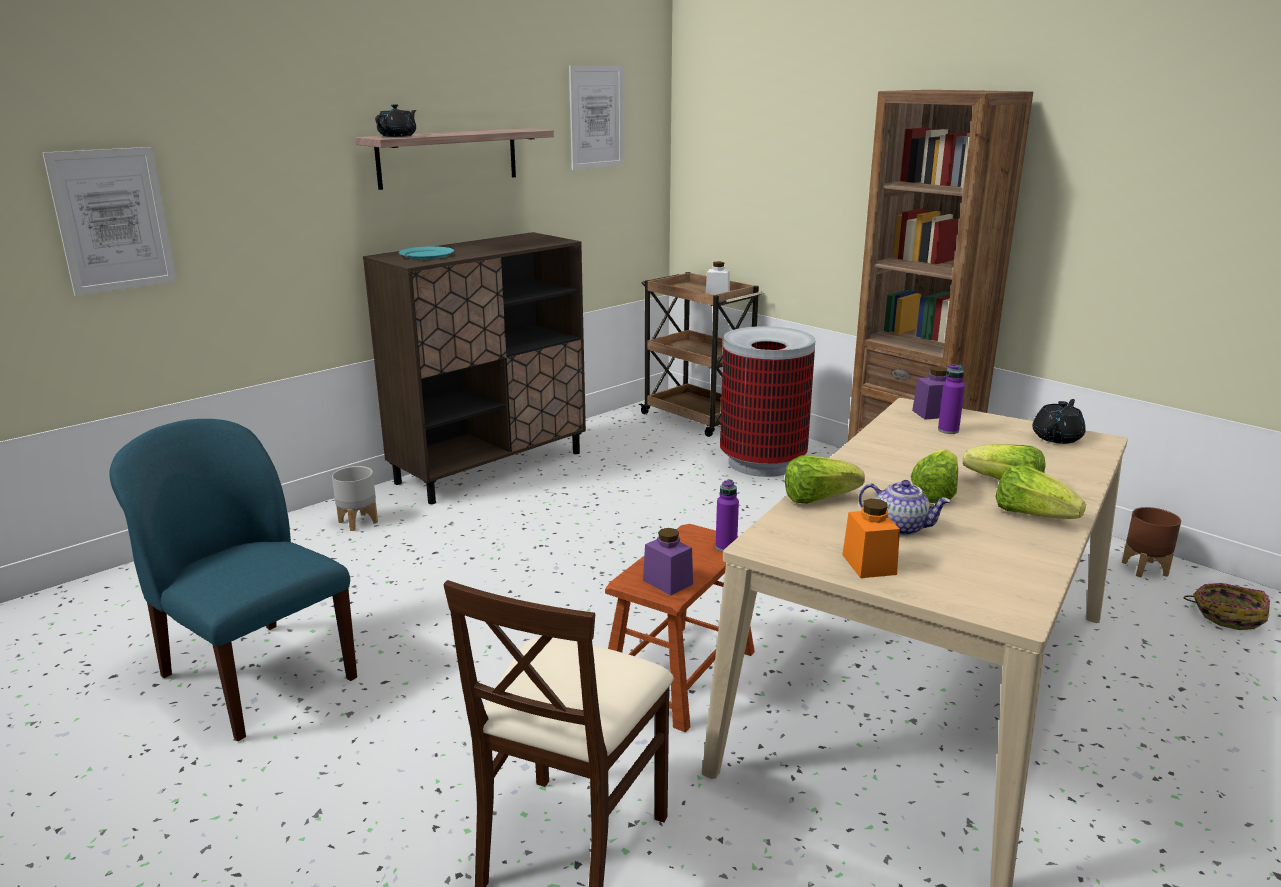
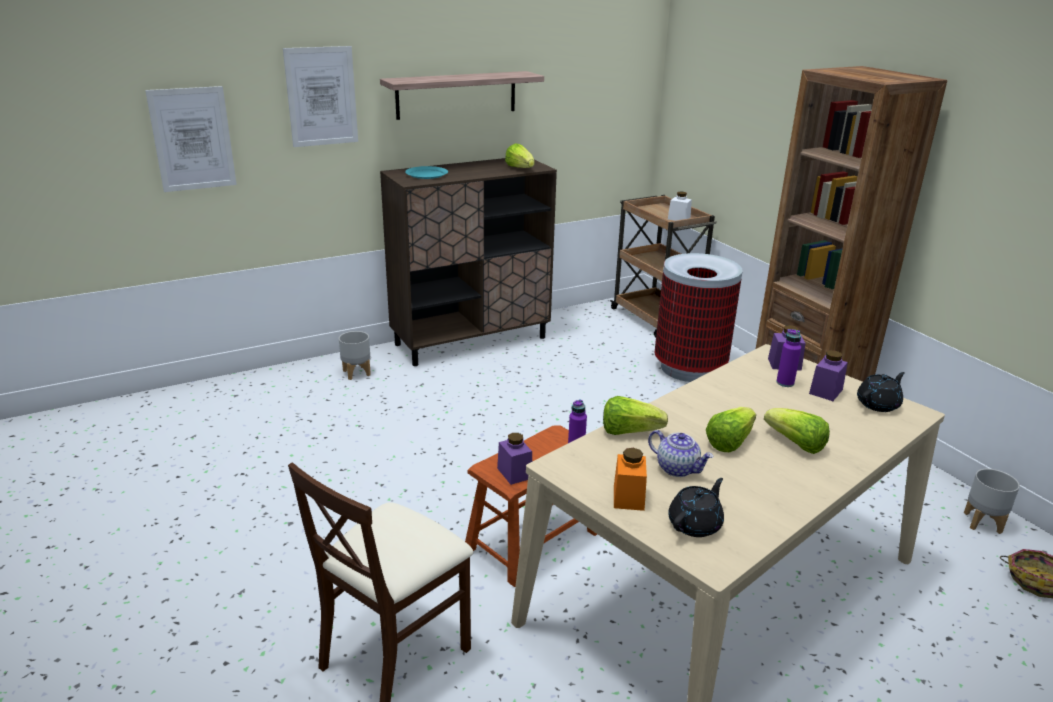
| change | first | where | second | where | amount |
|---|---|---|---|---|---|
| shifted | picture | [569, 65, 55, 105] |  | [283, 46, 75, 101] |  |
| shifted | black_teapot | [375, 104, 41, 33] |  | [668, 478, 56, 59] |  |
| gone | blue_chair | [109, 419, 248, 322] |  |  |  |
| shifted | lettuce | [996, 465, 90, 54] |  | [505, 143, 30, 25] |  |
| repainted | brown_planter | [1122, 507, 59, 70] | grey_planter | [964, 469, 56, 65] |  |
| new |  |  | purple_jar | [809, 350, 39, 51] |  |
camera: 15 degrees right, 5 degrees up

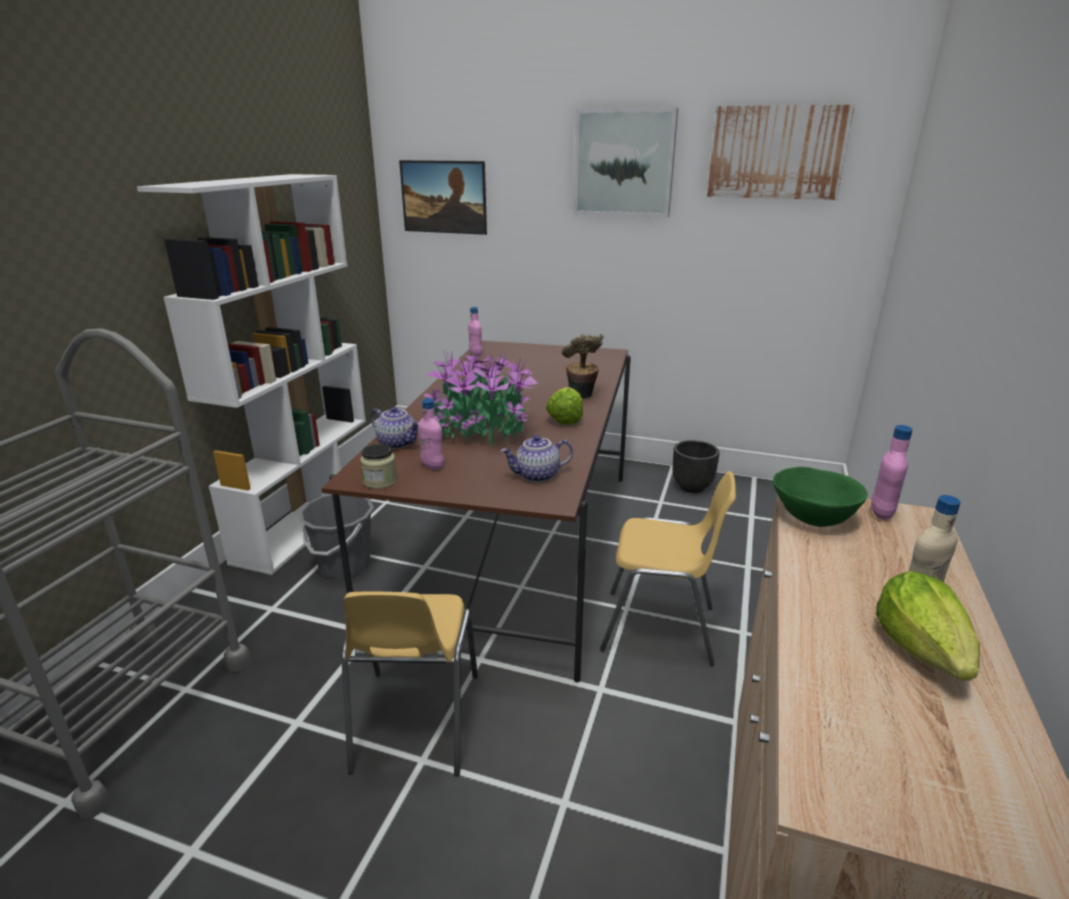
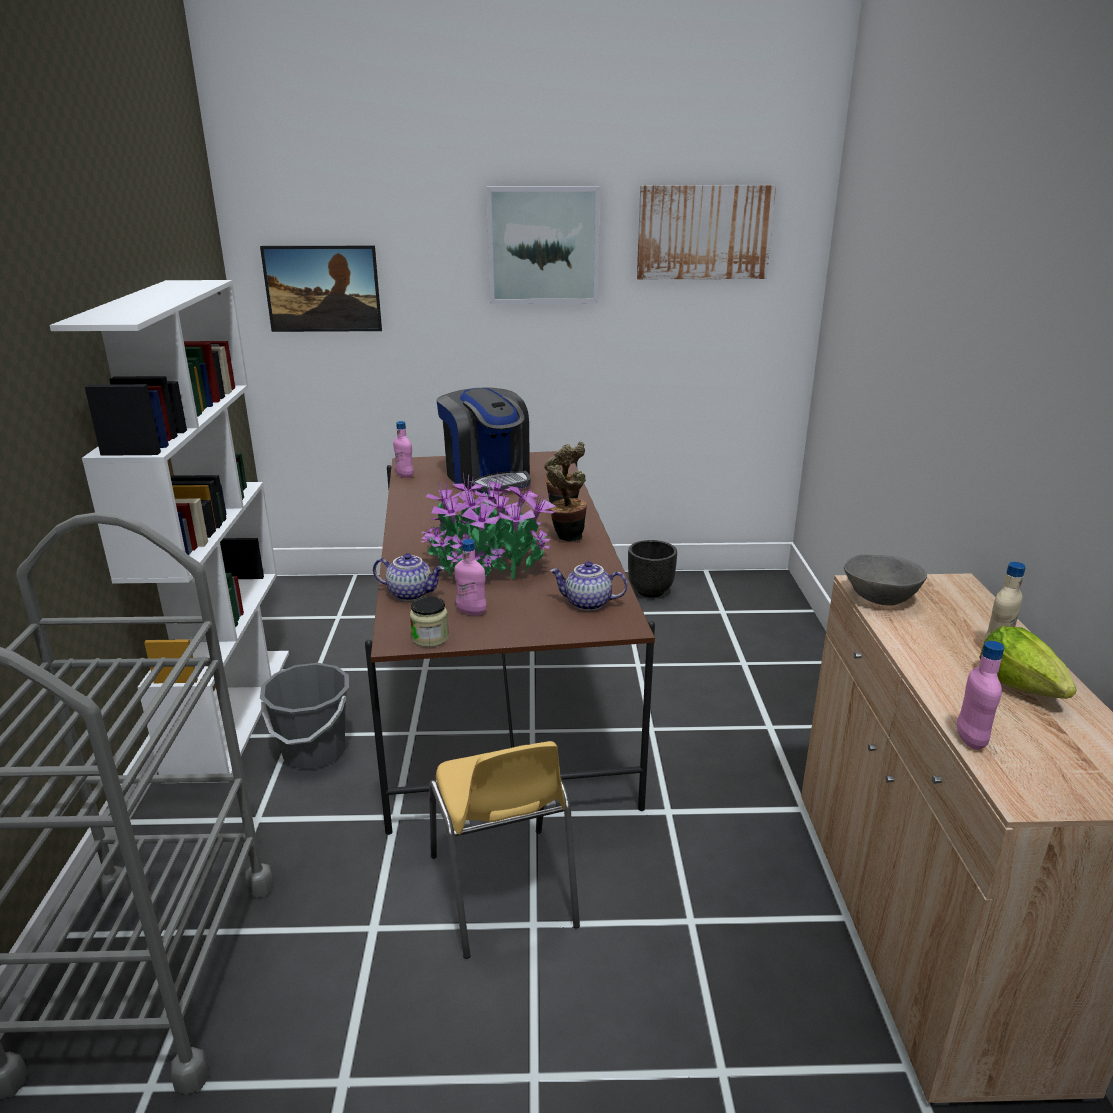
| change | first | where | second | where | amount |
|---|---|---|---|---|---|
| swapped | lettuce | [546, 387, 37, 38] | potted_plant | [547, 465, 40, 76] |  |
| shifted | pink_bottle | [871, 425, 42, 95] |  | [957, 641, 47, 109] |  |
| rotated | teapot | [501, 435, 72, 47] |  | [550, 561, 78, 50] | 45 degrees clockwise |
| repainted | green_bowl | [773, 467, 95, 60] | grey_bowl | [844, 554, 83, 51] |  |
| gone | yellow_chair | [600, 471, 136, 195] |  |  |  |
| new |  |  | coffee_machine | [436, 387, 95, 107] |  |
camera: 20 degrees left, 0 degrees up

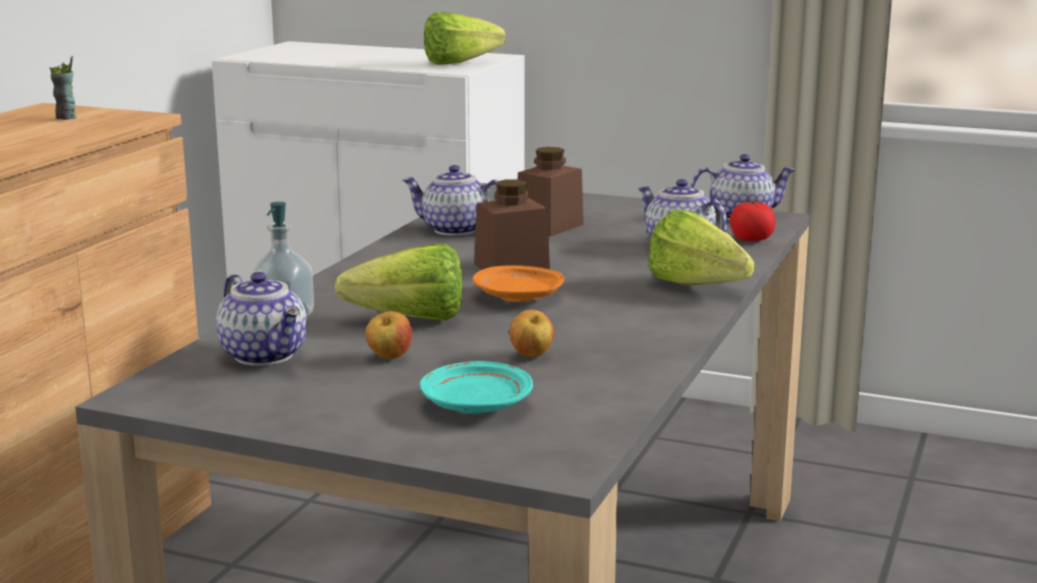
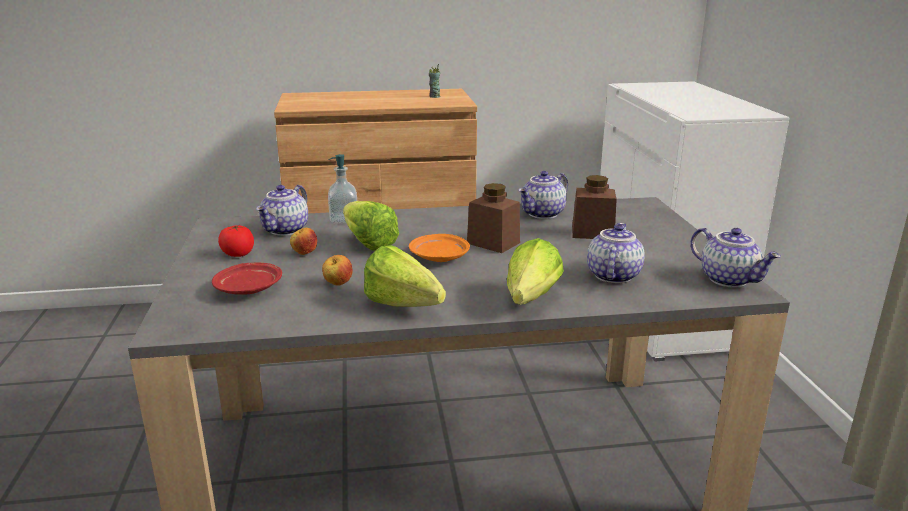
| change | first | where | second | where | amount |
|---|---|---|---|---|---|
| shifted | lettuce | [424, 12, 82, 53] |  | [364, 245, 82, 62] |  |
| rotated | teapot | [402, 165, 96, 71] |  | [518, 171, 50, 48] | 120 degrees counterclockwise |
| shifted | tomato | [730, 201, 45, 40] |  | [218, 225, 36, 32] |  |
| repainted | turquoise_plate | [420, 361, 113, 53] | red_plate | [212, 263, 70, 32] |  |
camera: 60 degrees right, 5 degrees up

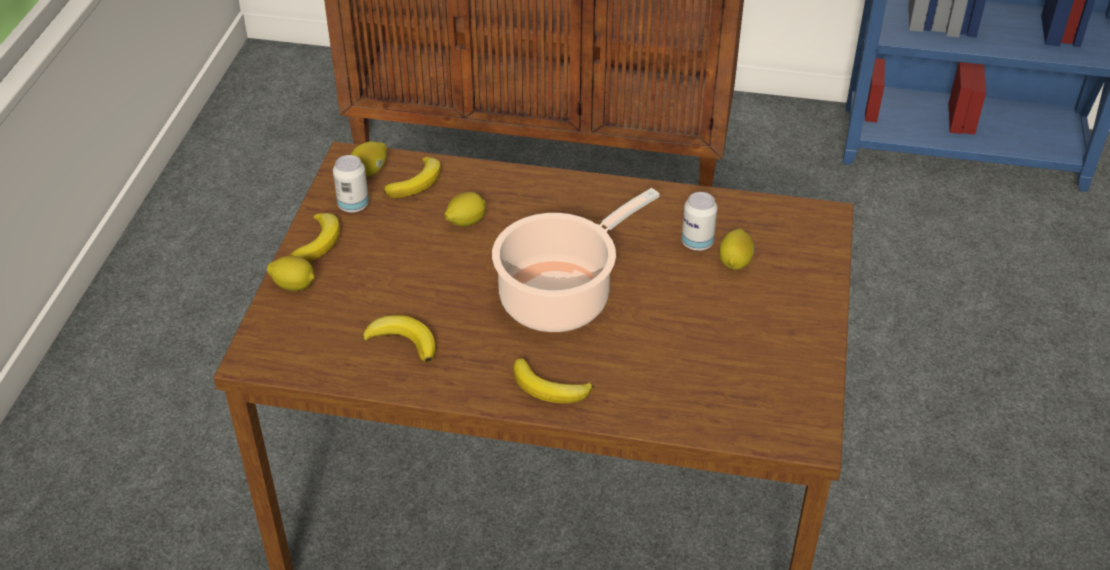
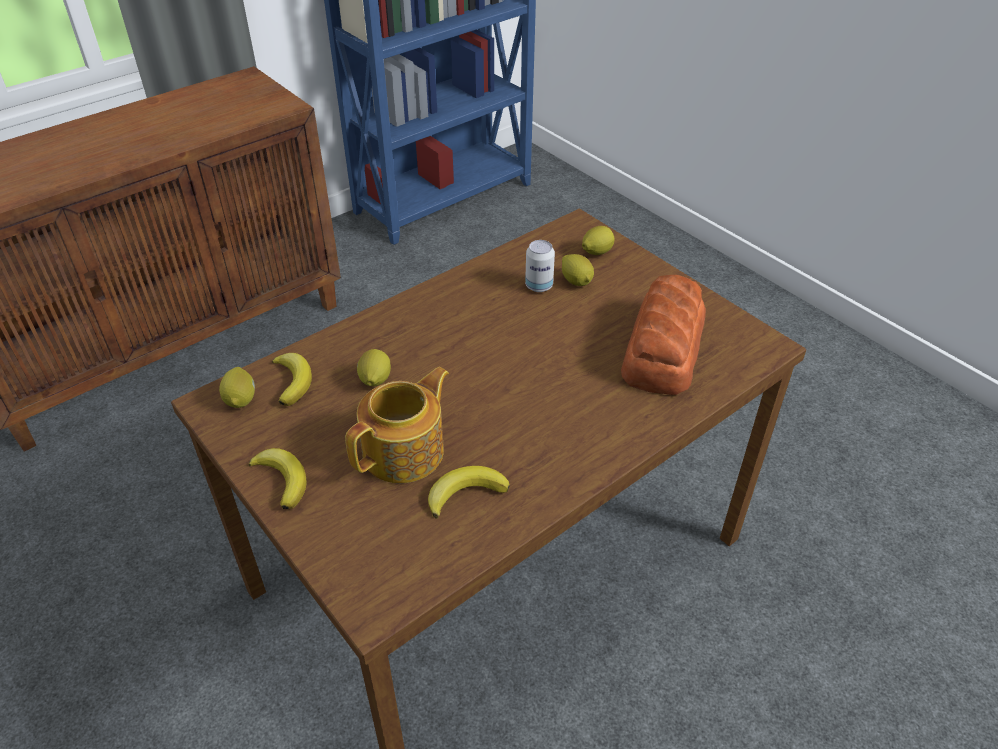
| change | first | where | second | where | amount |
|---|---|---|---|---|---|
| gone | can | [333, 155, 36, 58] |  |  |  |
| gone | cooking_pot | [492, 188, 168, 144] |  |  |  |
| shifted | lemon | [267, 256, 48, 35] |  | [582, 226, 33, 29] |  |
| gone | banana | [513, 358, 80, 45] |  |  |  |
| new |  |  | bread | [621, 275, 85, 120] |  |
| new |  |  | teapot | [345, 367, 104, 116] |  |
camera: 50 degrees left, 0 degrees up

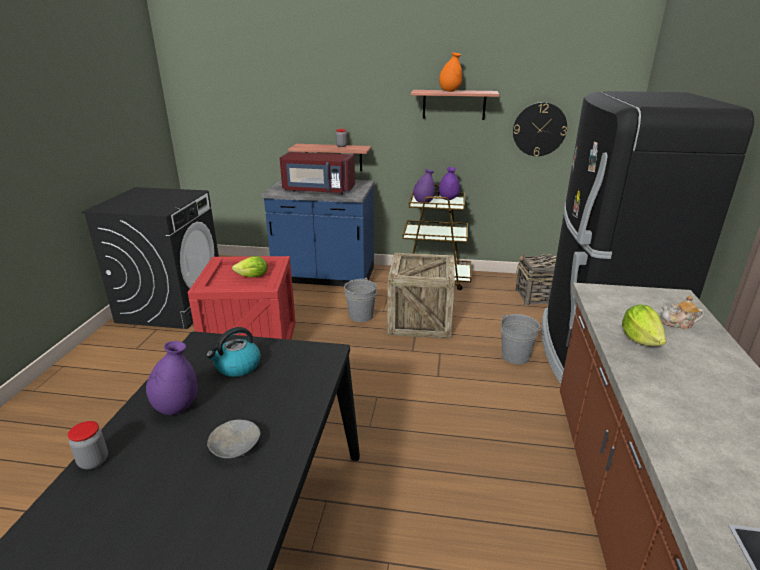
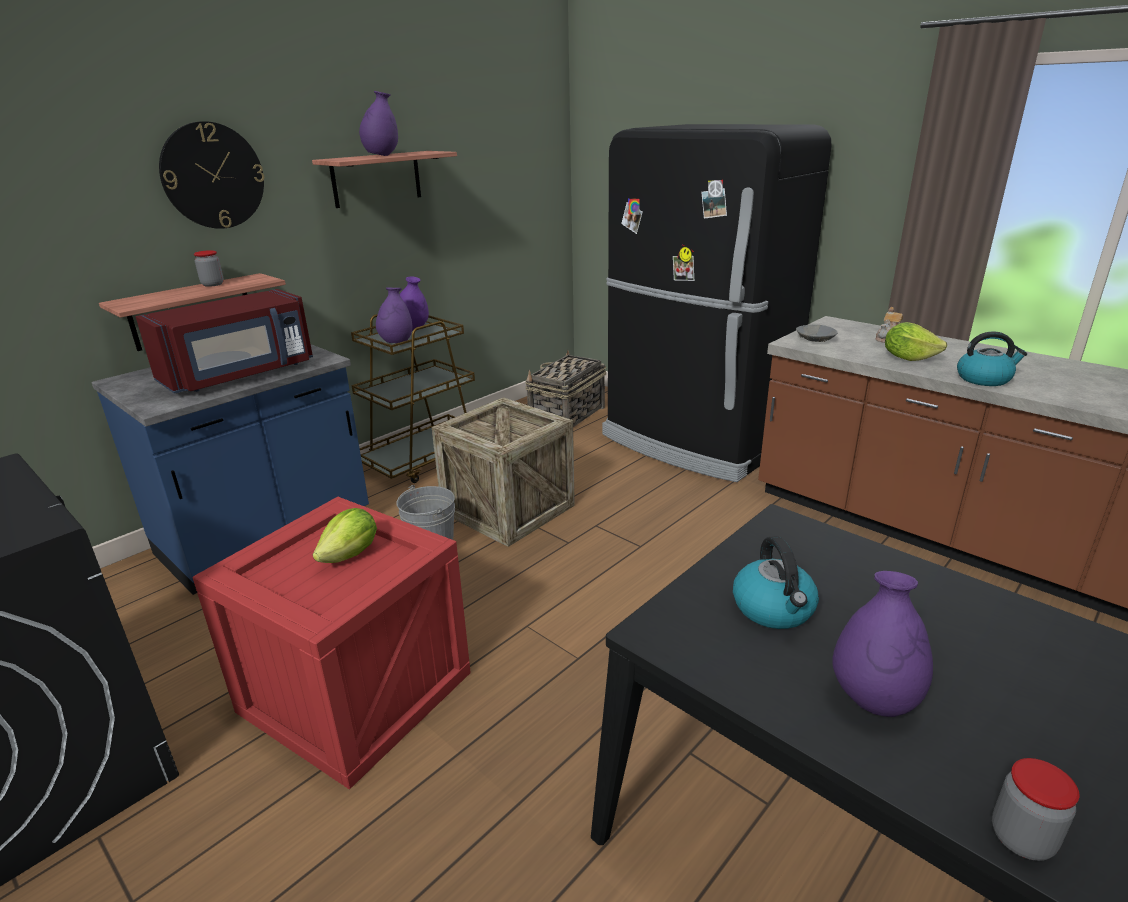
| change | first | where | second | where | amount |
|---|---|---|---|---|---|
| repainted | orange_vase | [439, 52, 23, 40] | purple_vase | [359, 91, 39, 65] |  |
| shifted | wall_clock | [513, 102, 54, 54] |  | [159, 121, 105, 108] |  |
| gone | grey_bucket | [501, 314, 40, 50] |  |  |  |
| shifted | grey_bowl | [207, 420, 54, 39] |  | [796, 325, 41, 17] |  |
| new |  |  | kettle | [957, 332, 70, 54] |  |
camera: 55 degrees left, 0 degrees up

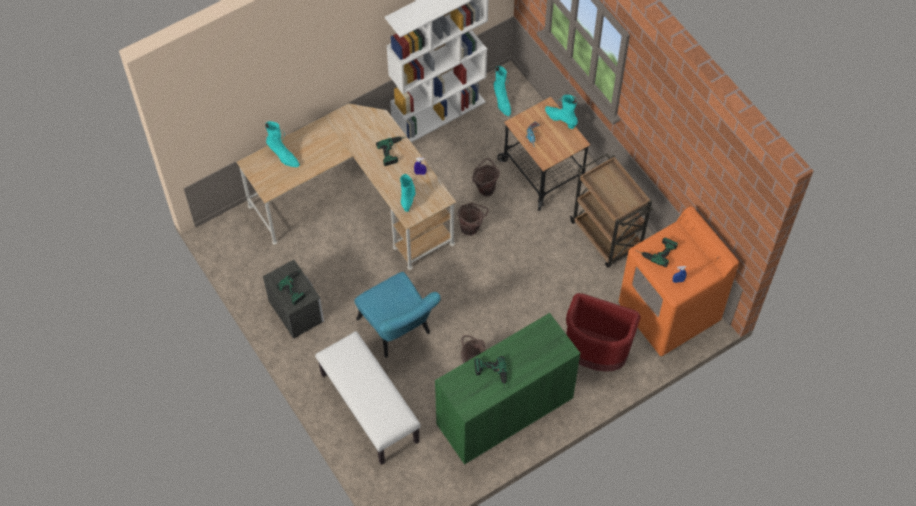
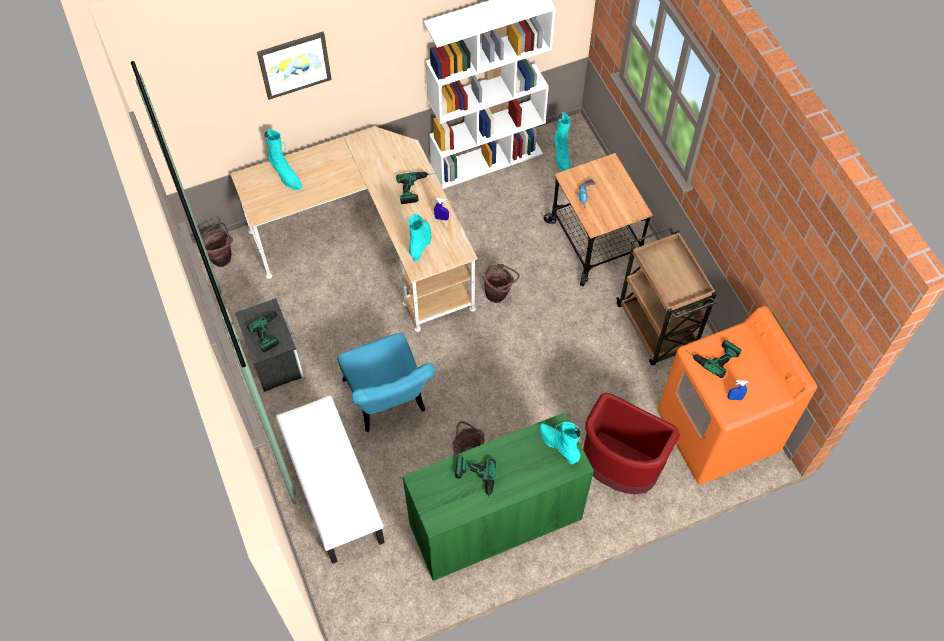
| change | first | where | second | where | amount |
|---|---|---|---|---|---|
| shifted | turquoise_boot | [545, 95, 33, 34] |  | [539, 422, 42, 42] |  |
| shifted | brown_bucket | [472, 158, 28, 38] |  | [201, 222, 32, 45] |  |
| new |  |  | picture | [257, 32, 75, 68] |  |
camera: 10 degrees right, 0 degrees up

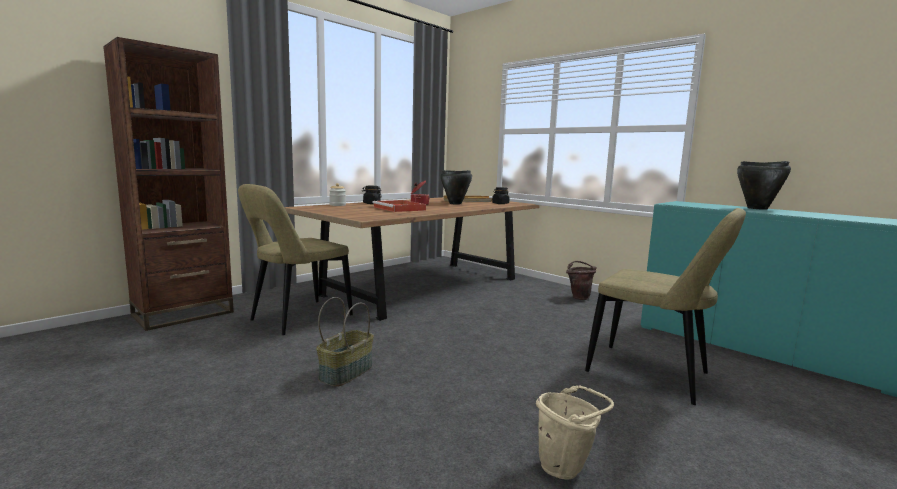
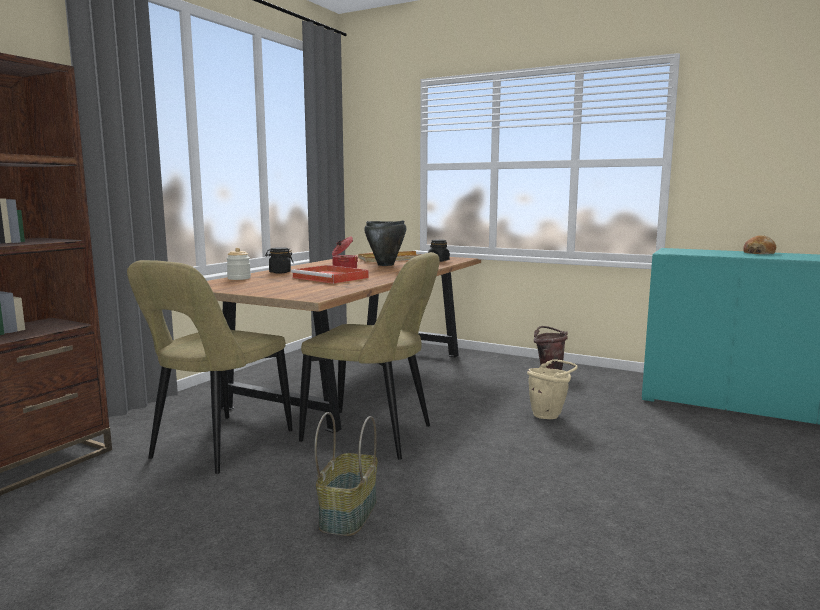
| change | first | where | second | where | amount |
|---|---|---|---|---|---|
| swapped | black_cooking_pot | [737, 161, 54, 49] | bread | [743, 235, 33, 19] |  |
| shifted | beige_chair | [585, 208, 161, 197] |  | [299, 252, 141, 208] |  |
| shifted | beige_bucket | [536, 385, 78, 95] |  | [527, 359, 51, 60] |  |
camera: 15 degrees left, 0 degrees up

